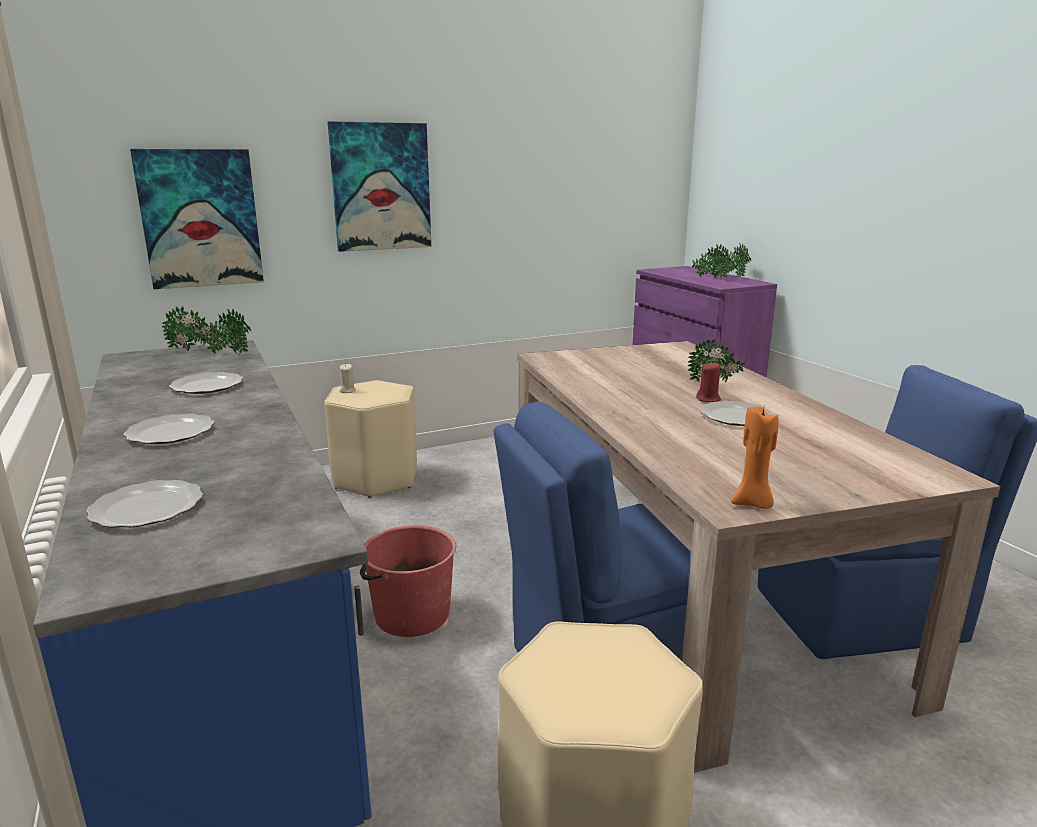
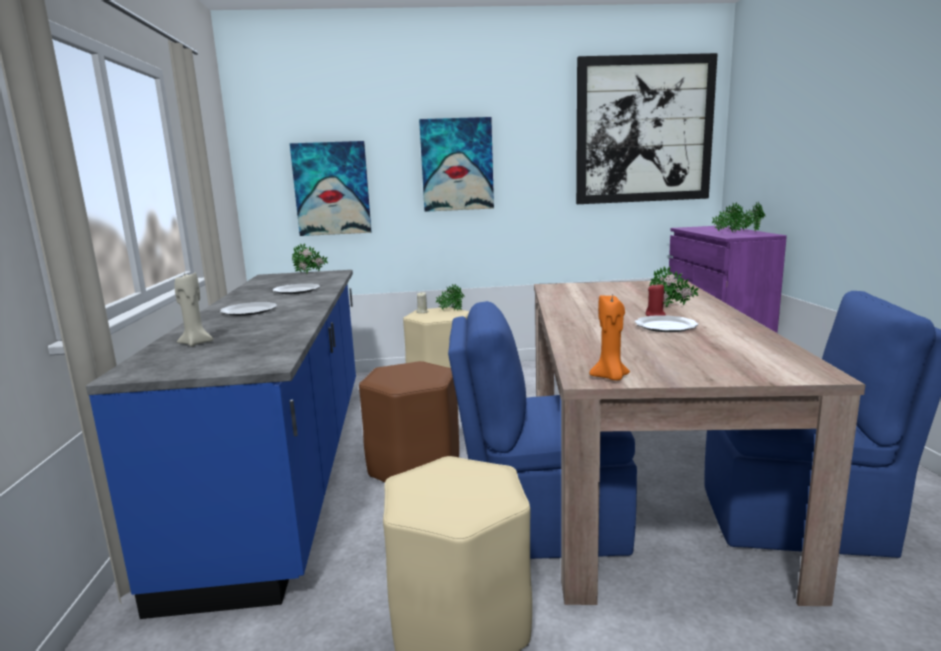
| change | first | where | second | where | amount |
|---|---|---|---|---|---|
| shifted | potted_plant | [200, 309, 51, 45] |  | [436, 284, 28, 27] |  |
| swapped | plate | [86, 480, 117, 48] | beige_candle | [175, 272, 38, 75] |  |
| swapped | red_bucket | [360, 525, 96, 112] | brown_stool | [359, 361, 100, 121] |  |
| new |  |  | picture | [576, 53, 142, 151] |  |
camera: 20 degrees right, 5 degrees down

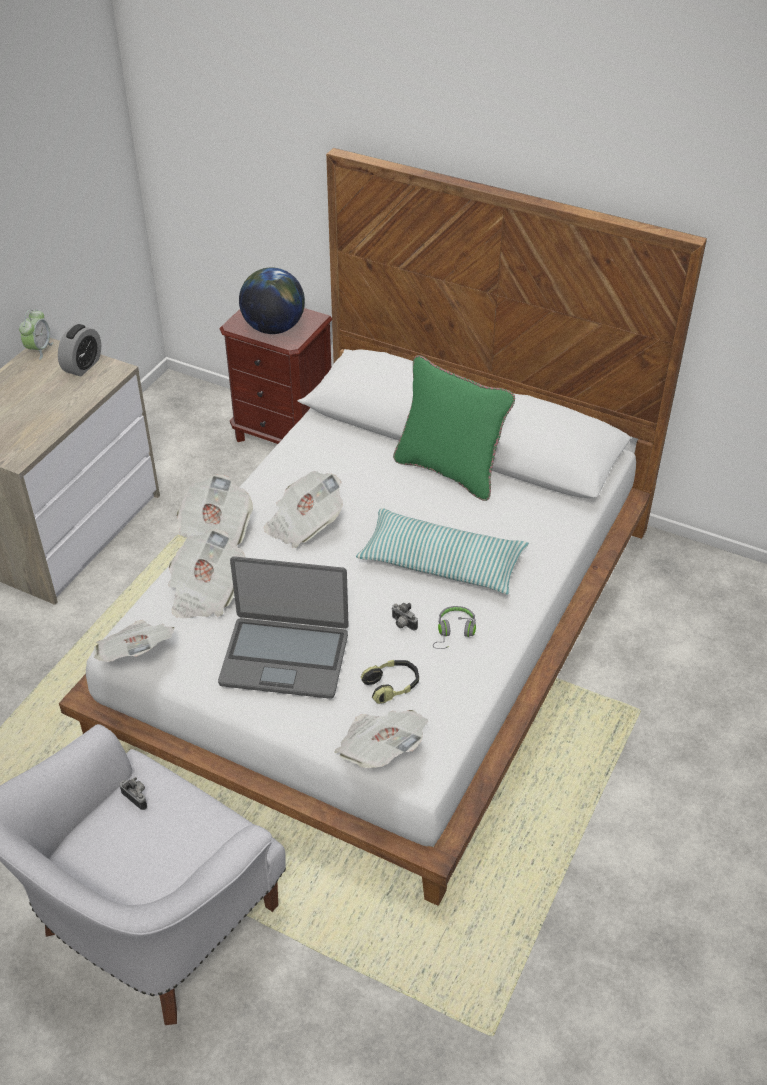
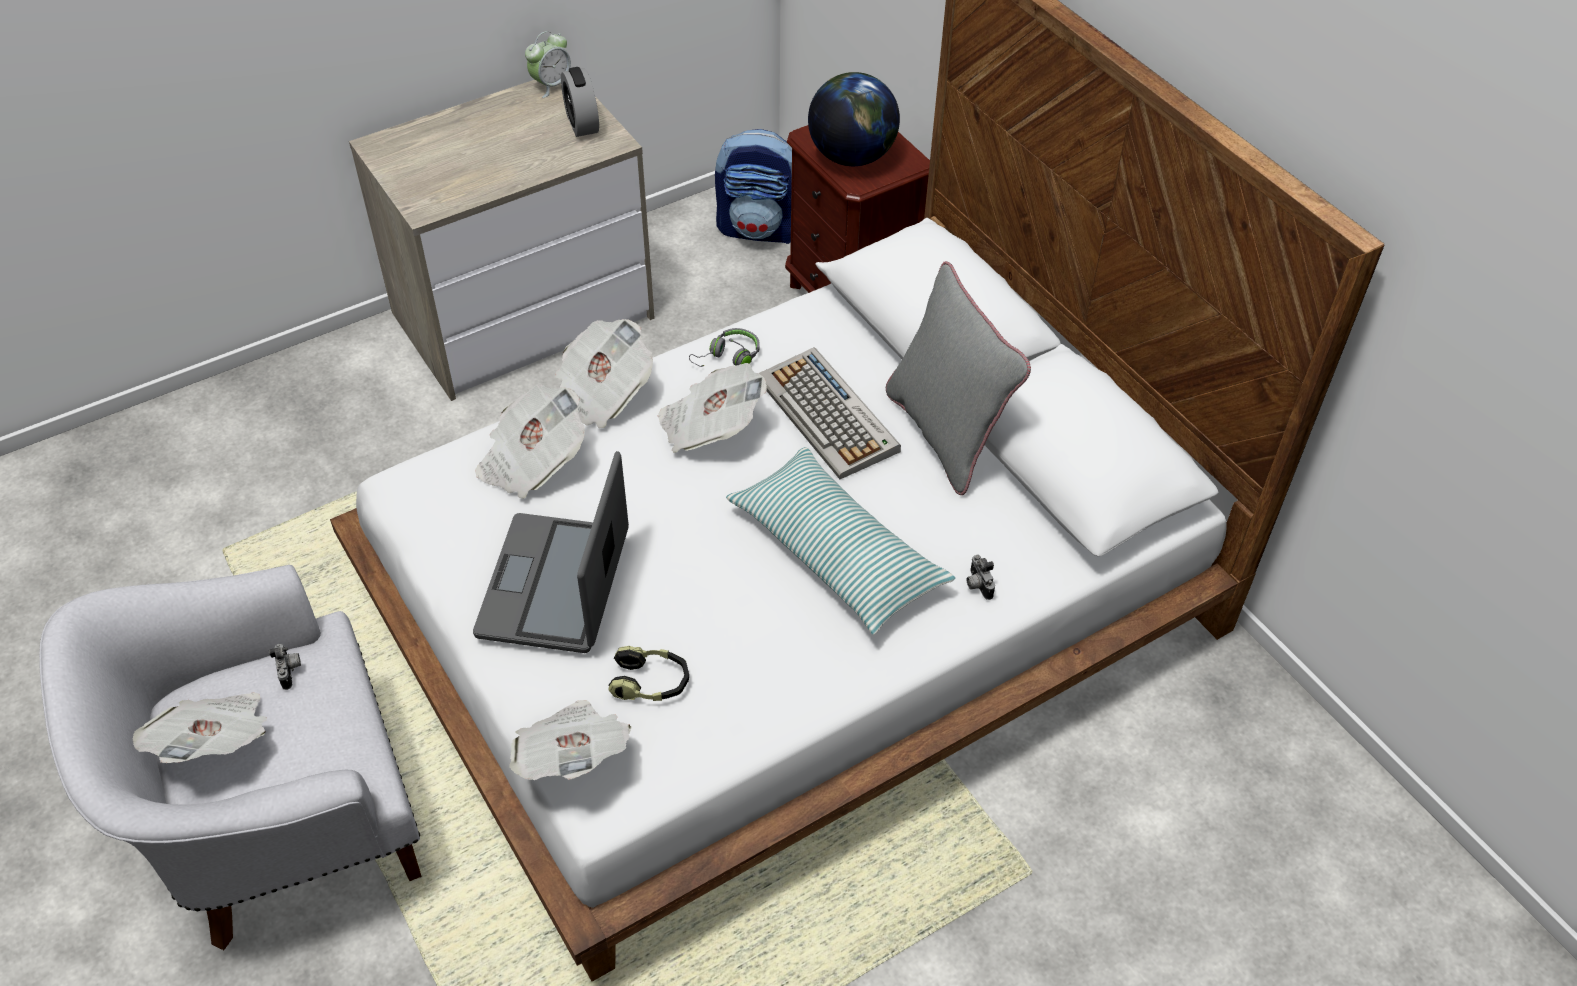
| change | first | where | second | where | amount |
|---|---|---|---|---|---|
| rotated | alarm_clock | [58, 324, 43, 52] |  | [561, 67, 38, 70] | 105 degrees clockwise |
| repainted | green_pillow | [393, 355, 122, 146] | grey_pillow | [885, 261, 146, 234] |  |
| rotated | laptop | [218, 556, 131, 143] |  | [473, 451, 156, 202] | 60 degrees clockwise |
| shifted | photo_camera | [391, 603, 27, 27] |  | [967, 554, 28, 46] |  |
| shifted | grey_headphones | [433, 606, 43, 43] |  | [689, 328, 71, 39] |  |
| shifted | newspaper | [94, 620, 81, 42] |  | [132, 692, 135, 71] |  |
| new |  |  | backpack | [715, 129, 77, 115] |  |
| new |  |  | keyboard | [759, 347, 142, 132] |  |
camera: 30 degrees right, 5 degrees up

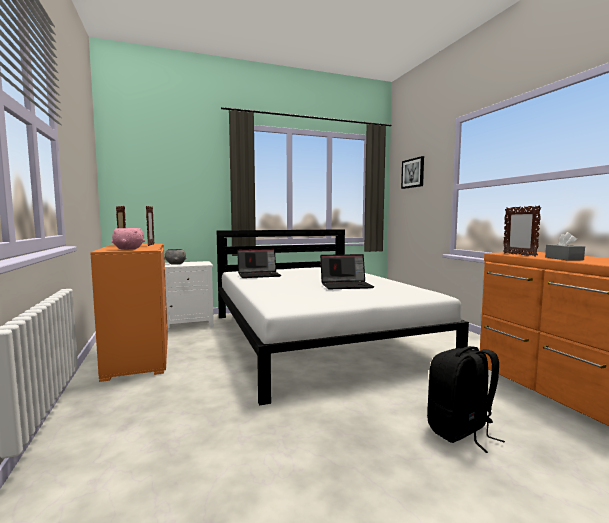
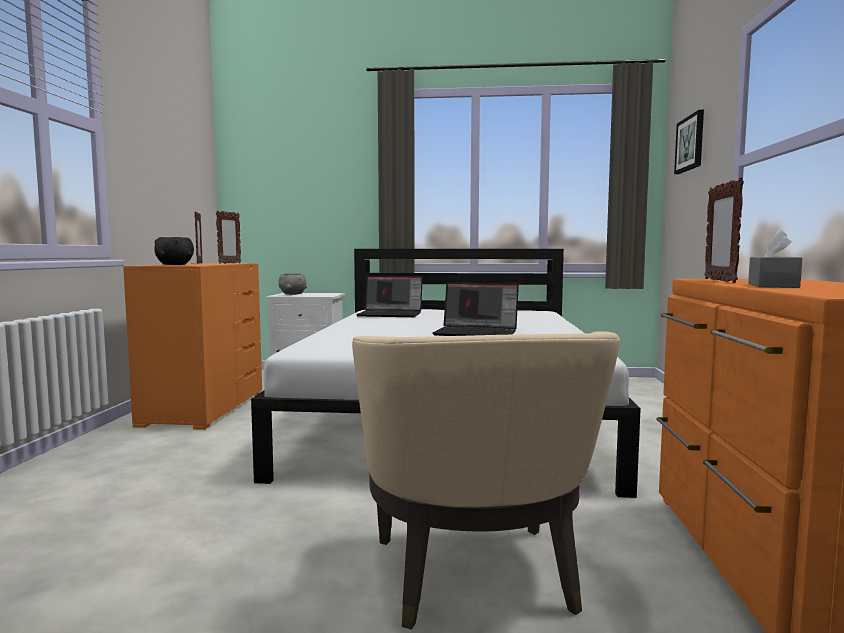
| change | first | where | second | where | amount |
|---|---|---|---|---|---|
| repainted | pink_bowl | [112, 228, 33, 22] | black_bowl | [154, 237, 40, 28] |  |
| swapped | black_backpack | [427, 346, 78, 107] | beige_armchair | [352, 331, 268, 299] |  |
camera: 25 degrees right, 0 degrees up

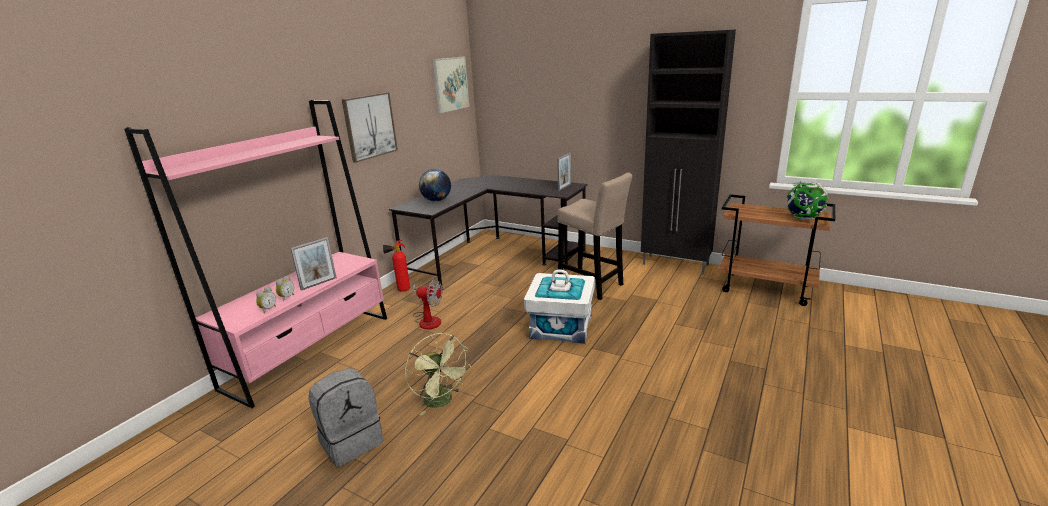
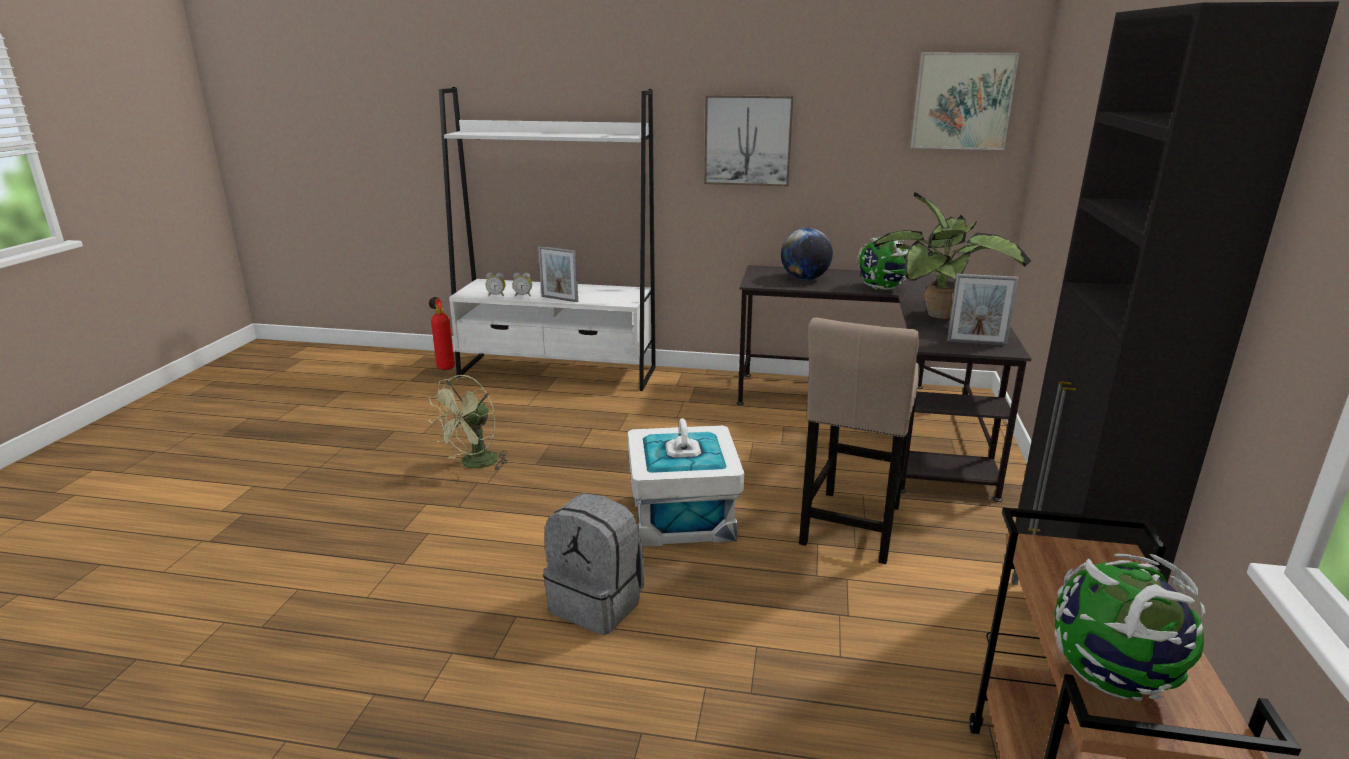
| change | first | where | second | where | amount |
|---|---|---|---|---|---|
| repainted | pink_bookcase | [124, 100, 263, 308] | white_bookcase | [439, 87, 217, 304] |  |
| shifted | fire_extinguisher | [383, 240, 27, 52] |  | [429, 297, 26, 73] |  |
| gone | fan | [413, 279, 29, 50] |  |  |  |
| shifted | grey_backpack | [308, 368, 75, 99] |  | [543, 493, 102, 142] |  |
| new |  |  | potted_plant | [873, 192, 158, 127] |  |
| new |  |  | globe | [856, 237, 52, 53] |  |
camera: 70 degrees right, 0 degrees up

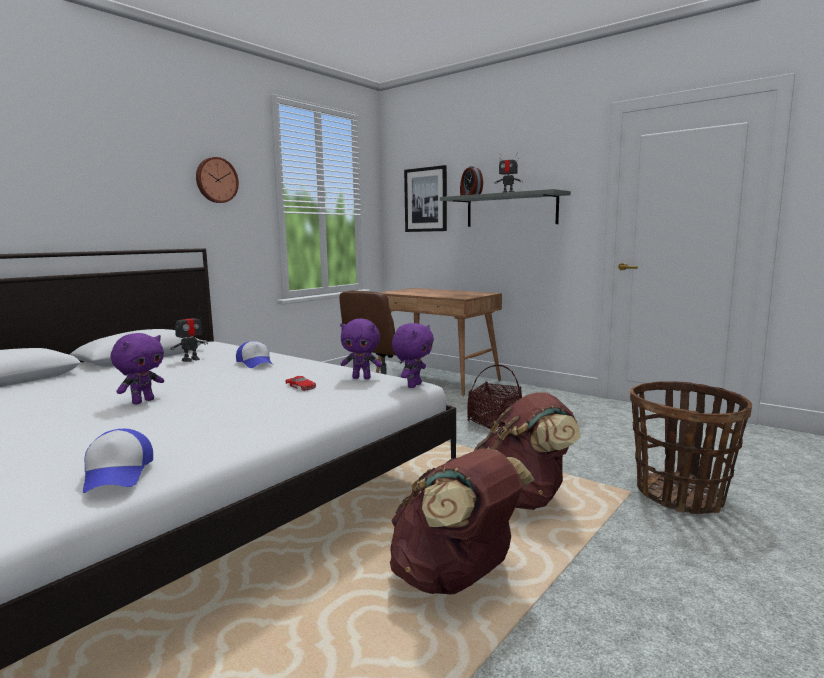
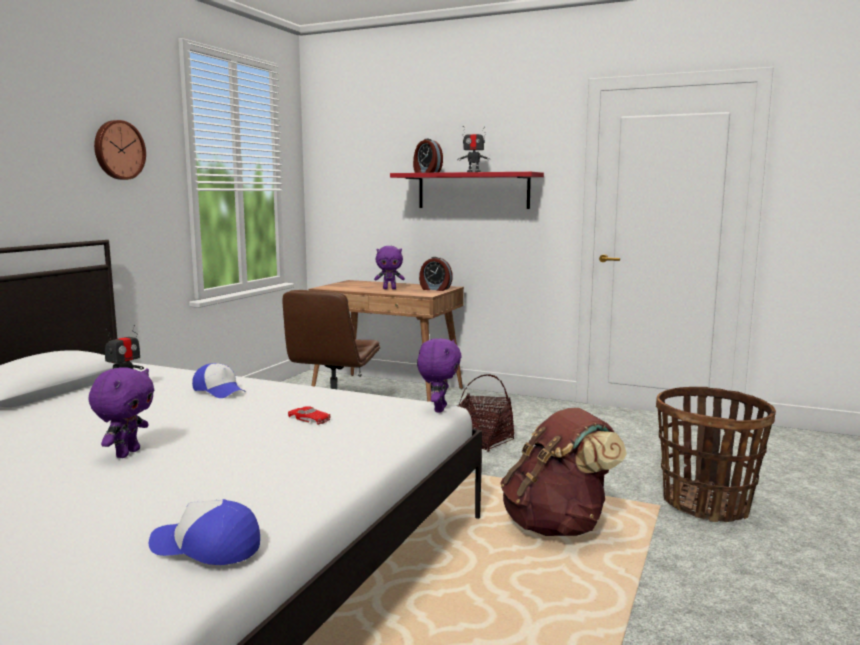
| change | first | where | second | where | amount |
|---|---|---|---|---|---|
| gone | picture | [404, 165, 43, 67] |  |  |  |
| repainted | grey_shelf | [440, 189, 131, 38] | red_shelf | [390, 172, 154, 37] |  |
| shifted | purple_plush_toy | [340, 319, 42, 60] |  | [374, 246, 31, 43] |  |
| rotated | cap | [83, 429, 70, 64] |  | [149, 499, 111, 66] | 135 degrees clockwise |
| gone | brown_backpack | [390, 449, 144, 145] |  |  |  |
| new |  |  | alarm_clock | [419, 257, 34, 34] |  |
camera: 15 degrees left, 0 degrees up

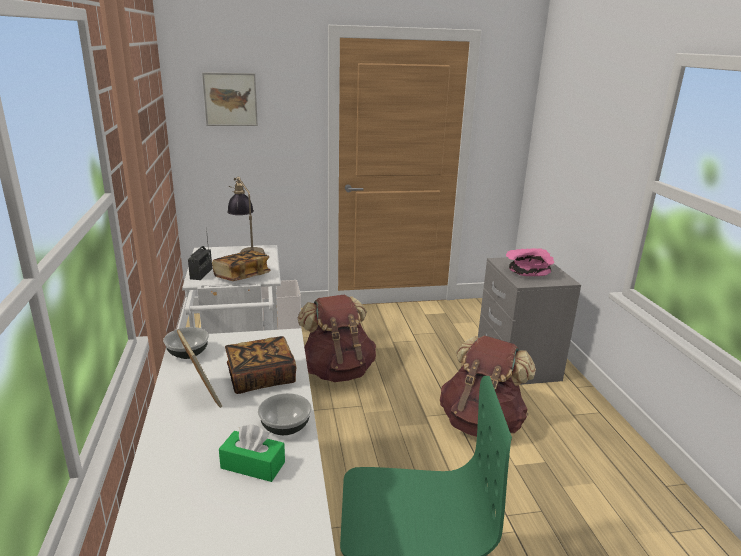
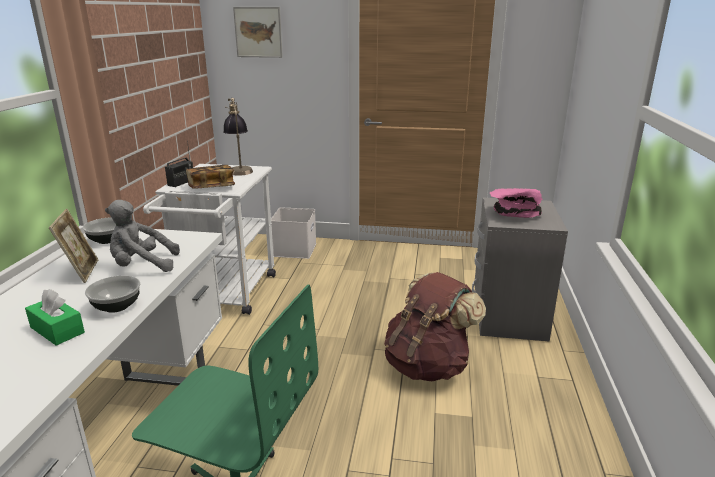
| change | first | where | second | where | amount |
|---|---|---|---|---|---|
| gone | brown_backpack | [298, 294, 78, 88] |  |  |  |
| swapped | book | [225, 336, 71, 58] | grey_plush_toy | [105, 200, 75, 72] |  |
camera: 20 degrees right, 0 degrees up

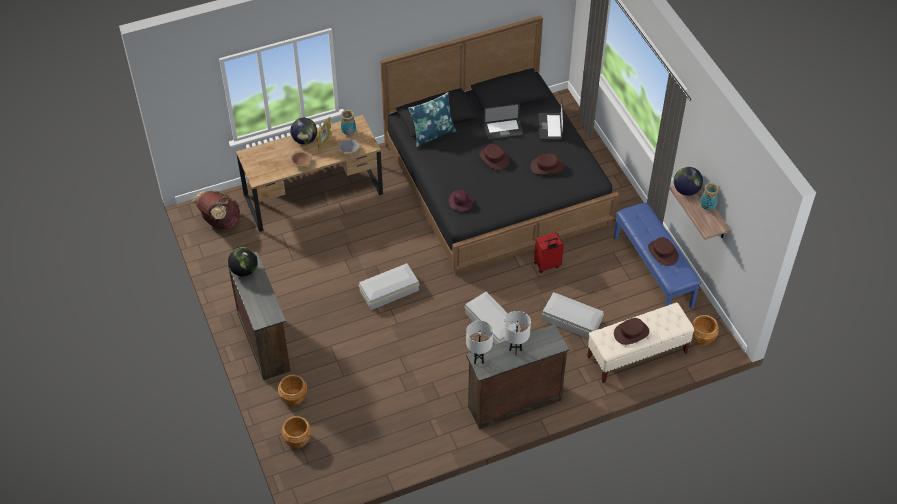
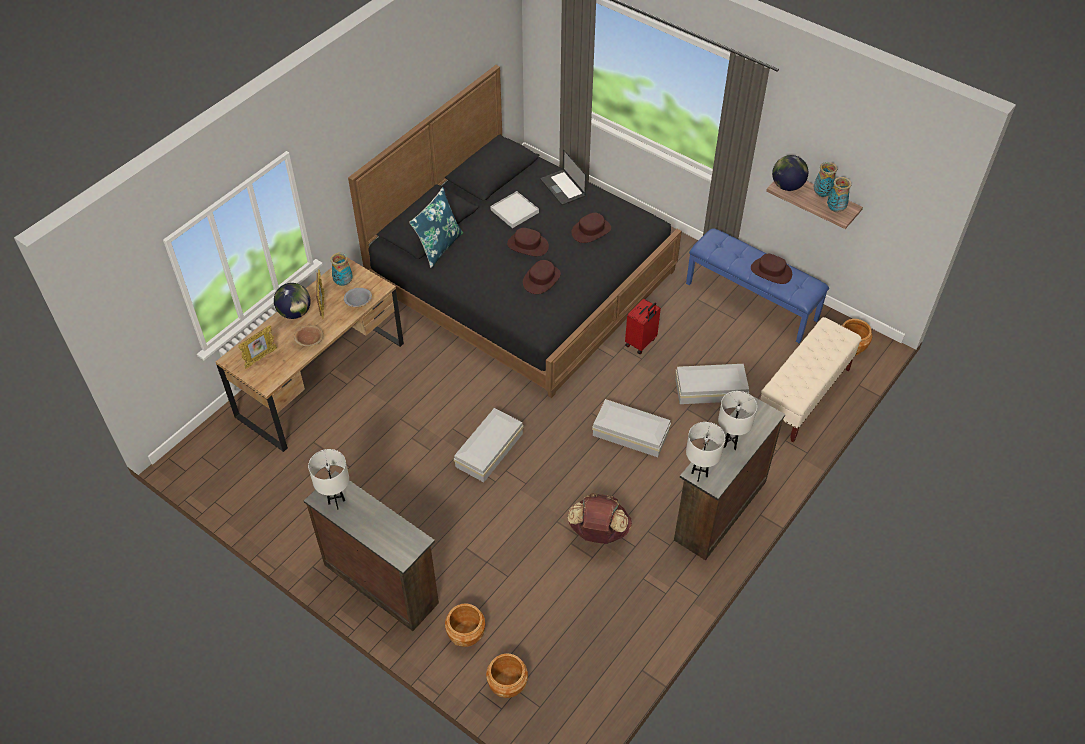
| change | first | where | second | where | amount |
|---|---|---|---|---|---|
| swapped | laptop | [484, 104, 39, 36] | white_tray | [490, 191, 49, 37] |  |
| gone | purple_hat | [449, 190, 25, 21] |  |  |  |
| shifted | brown_backpack | [192, 191, 48, 39] |  | [567, 493, 65, 51] |  |
| swapped | globe | [228, 247, 30, 30] | white_table_lamp | [308, 449, 41, 61] |  |
| shifted | brown_hat | [614, 318, 35, 27] |  | [523, 260, 38, 34] |  |
| new |  |  | vase | [827, 177, 25, 35] |  |
| new |  |  | picture_frame | [238, 325, 39, 44] |  |
camera: 30 degrees left, 0 degrees up

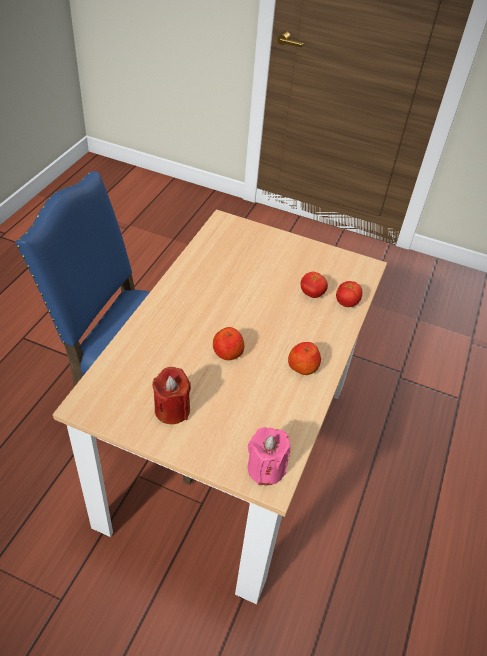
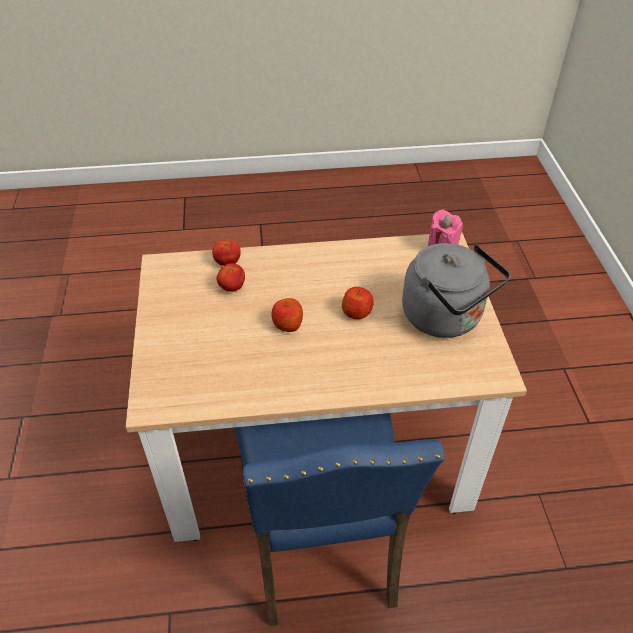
| change | first | where | second | where | amount |
|---|---|---|---|---|---|
| shifted | apple | [288, 342, 33, 33] |  | [272, 298, 31, 34] |  |
| swapped | red_candle | [152, 367, 39, 57] | grey_kettle | [402, 243, 108, 95] |  |
camera: 115 degrees left, 0 degrees up

